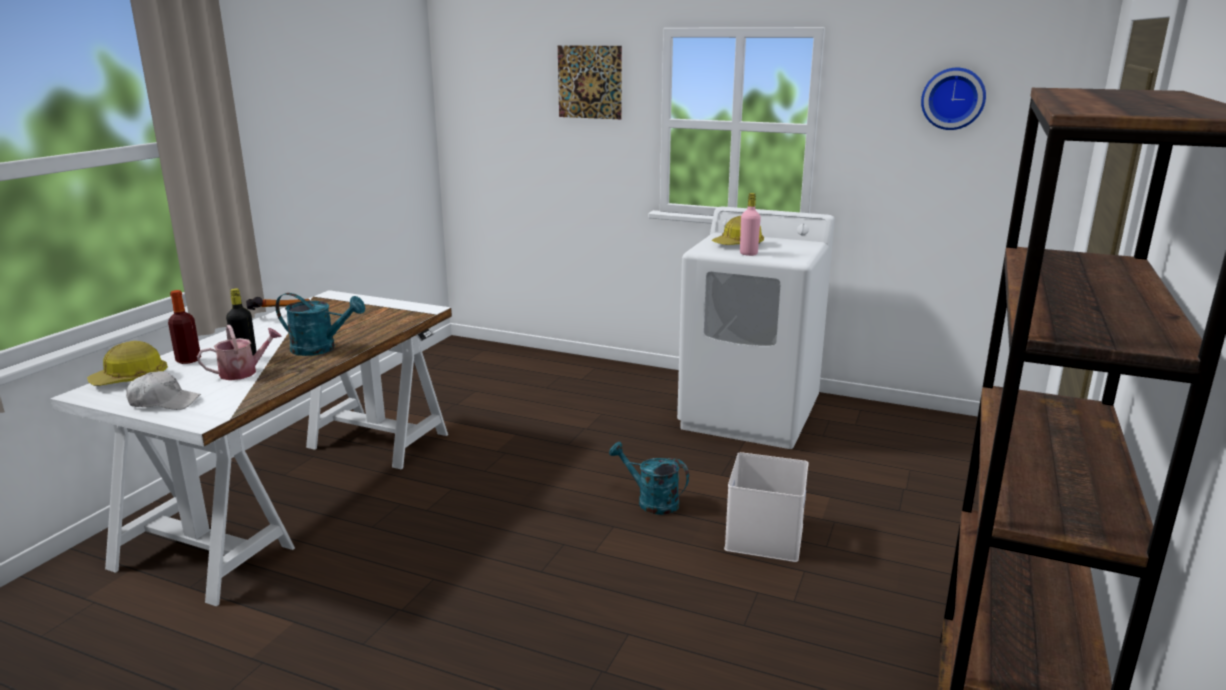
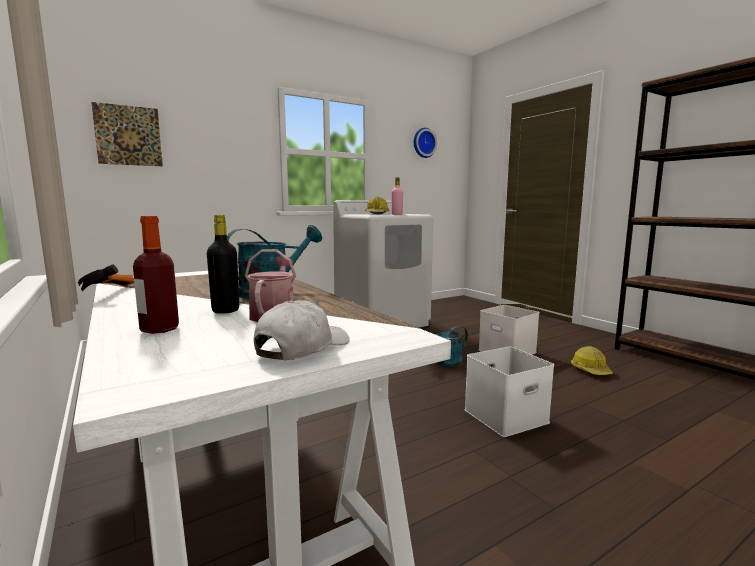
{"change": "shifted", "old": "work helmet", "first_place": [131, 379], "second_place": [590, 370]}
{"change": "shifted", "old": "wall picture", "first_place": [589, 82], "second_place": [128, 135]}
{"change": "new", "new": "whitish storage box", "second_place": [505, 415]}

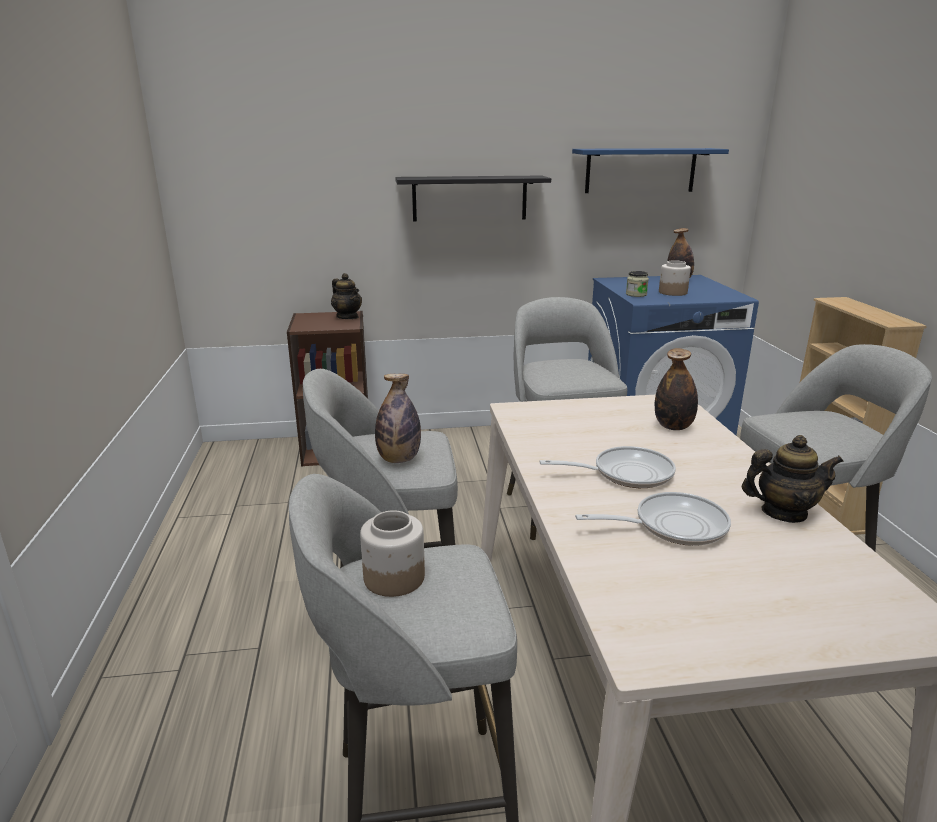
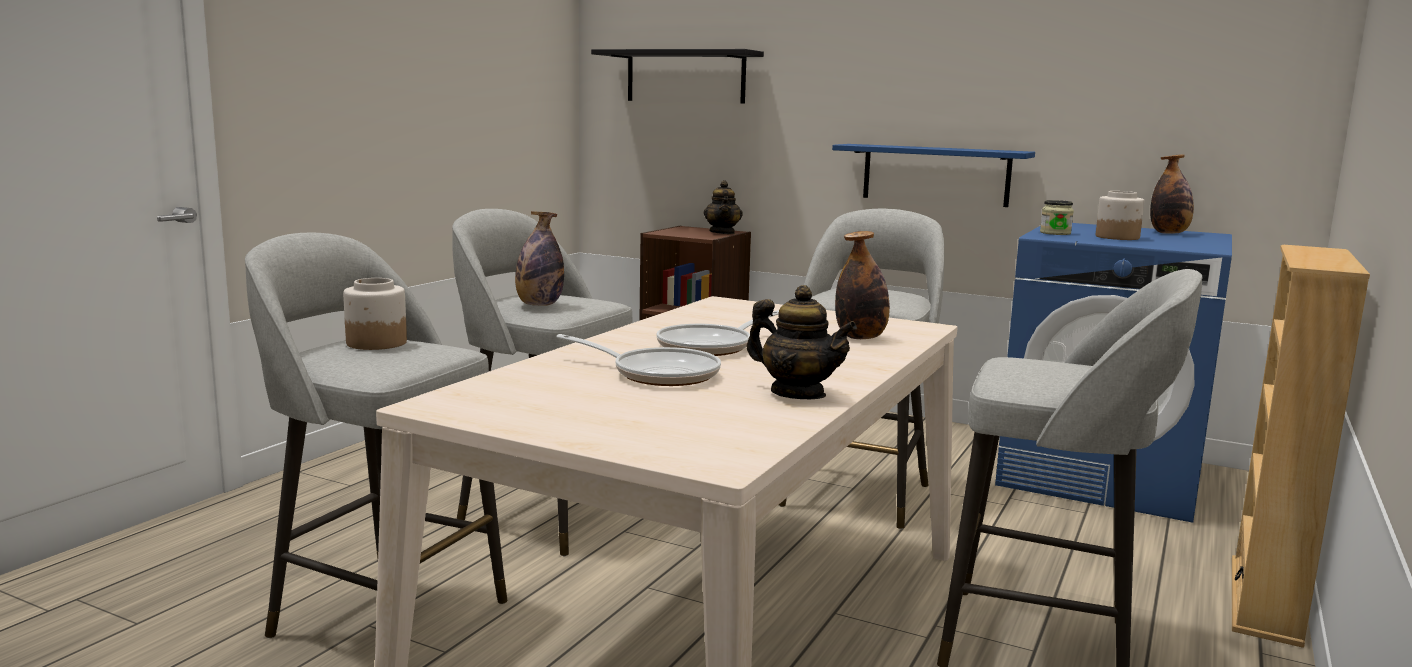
{"change": "shifted", "old": "blackish shelf", "first_place": [469, 198], "second_place": [685, 77]}
{"change": "rotated", "old": "frying pan", "first_place": [625, 474], "second_place": [711, 346], "degrees": 105}
{"change": "shifted", "old": "blue-coloured shelf", "first_place": [640, 170], "second_place": [935, 175]}

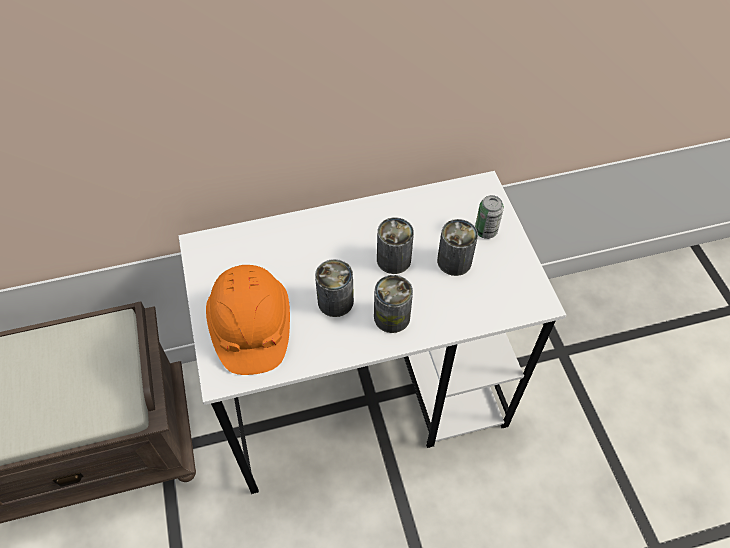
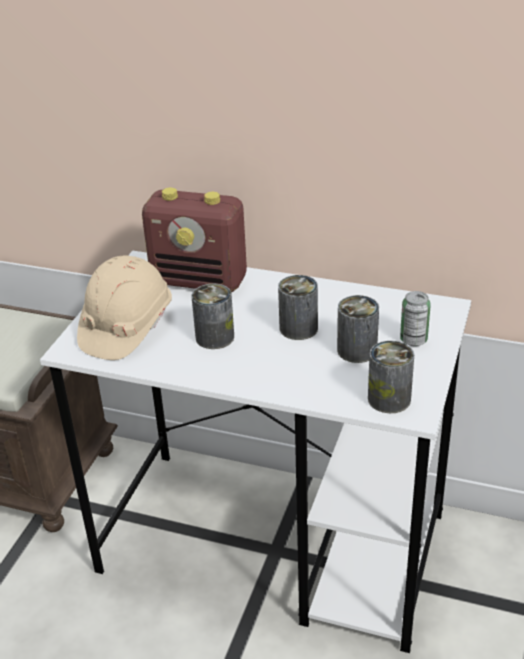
{"change": "repainted", "old": "orangey work helmet", "new": "beige-coloured work helmet", "first_place": [251, 328], "second_place": [126, 327]}
{"change": "shifted", "old": "can", "first_place": [392, 317], "second_place": [389, 399]}
{"change": "new", "new": "radio", "second_place": [200, 281]}

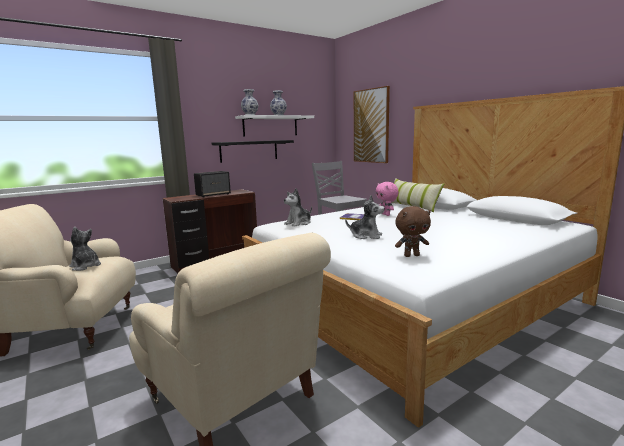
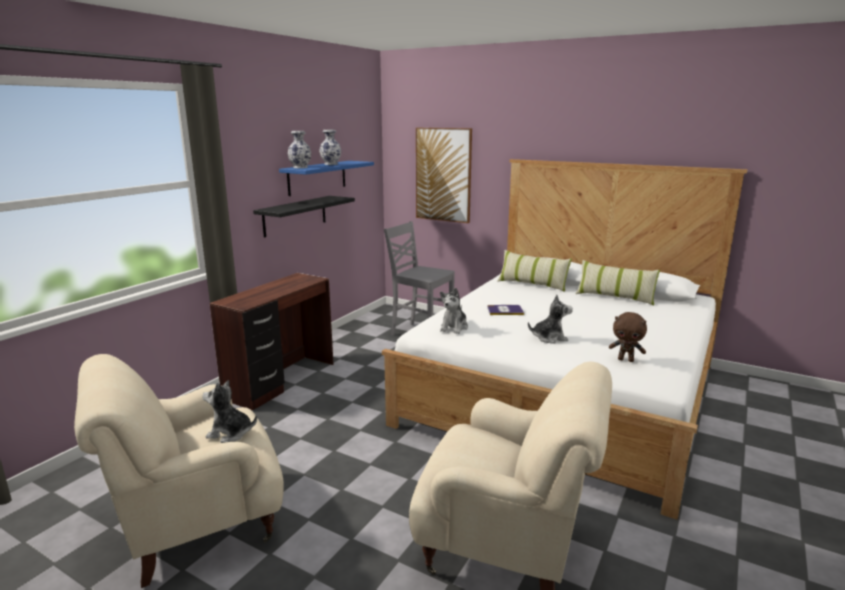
{"change": "gone", "old": "speaker", "first_place": [213, 195]}
{"change": "repainted", "old": "whitish shelf", "new": "blue-coloured shelf", "first_place": [270, 126], "second_place": [317, 177]}
{"change": "gone", "old": "pink-coloured cuddly toy", "first_place": [386, 215]}
{"change": "rotated", "old": "brown-coloured cuddly toy", "first_place": [411, 255], "second_place": [626, 360], "degrees": 60}
{"change": "new", "new": "pillow", "second_place": [615, 297]}

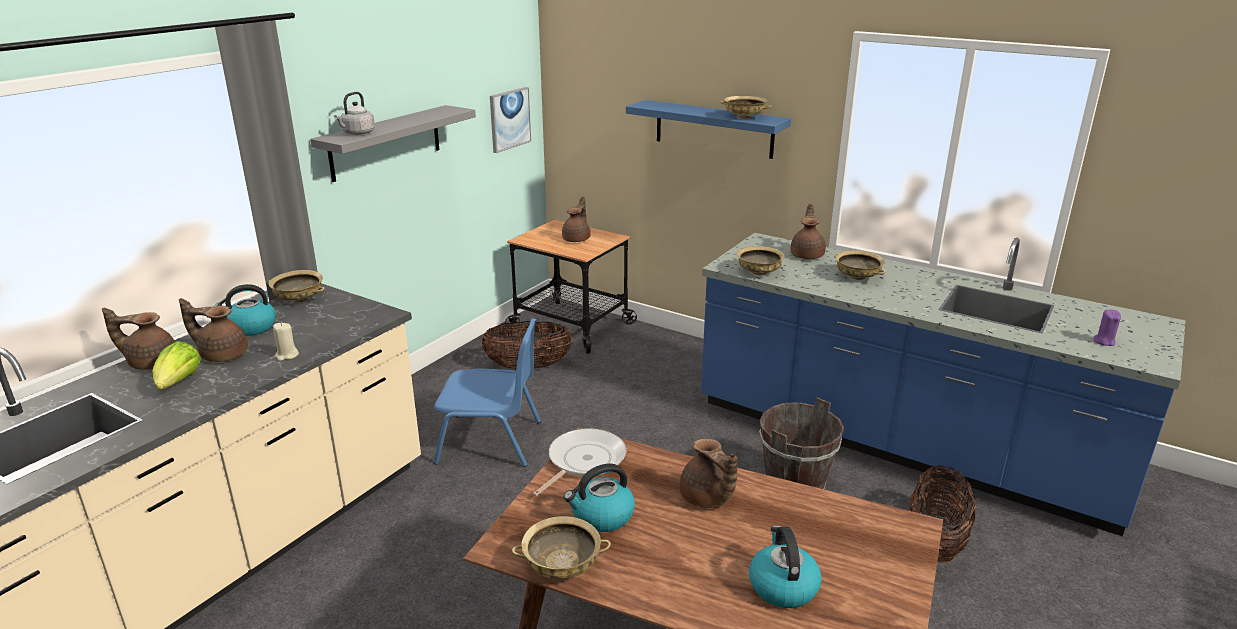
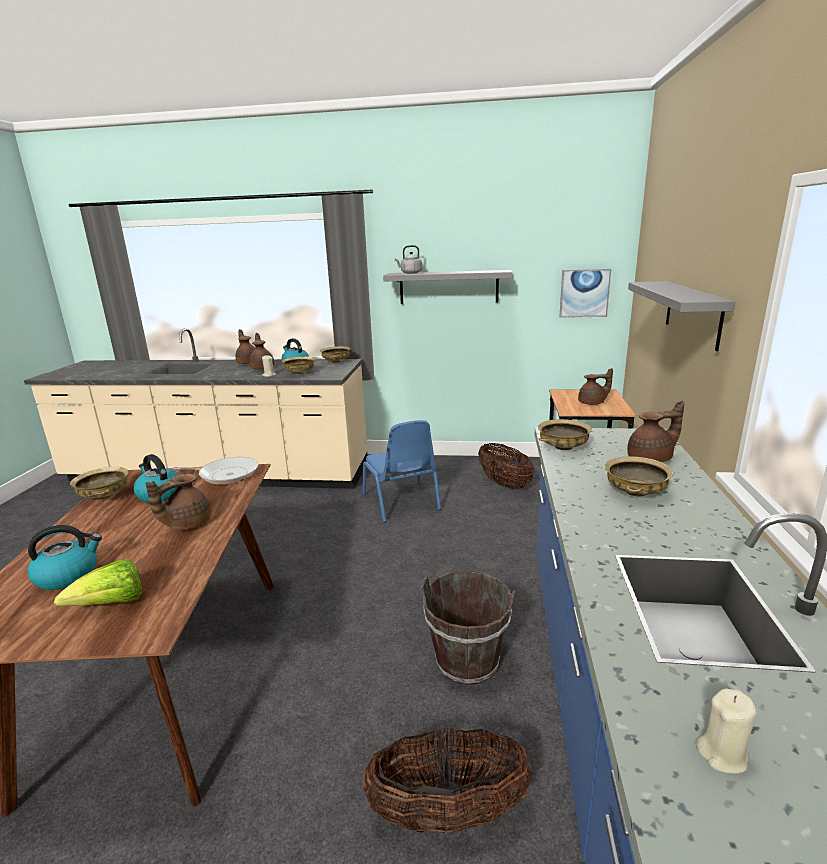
{"change": "shifted", "old": "lettuce", "first_place": [178, 383], "second_place": [111, 604]}
{"change": "repainted", "old": "blue-coloured shelf", "new": "greyish shelf", "first_place": [714, 129], "second_place": [692, 313]}
{"change": "shifted", "old": "beige-coloured bowl", "first_place": [744, 117], "second_place": [299, 373]}
{"change": "repainted", "old": "purplish wax light", "new": "beige-coloured wax light", "first_place": [1104, 341], "second_place": [722, 754]}

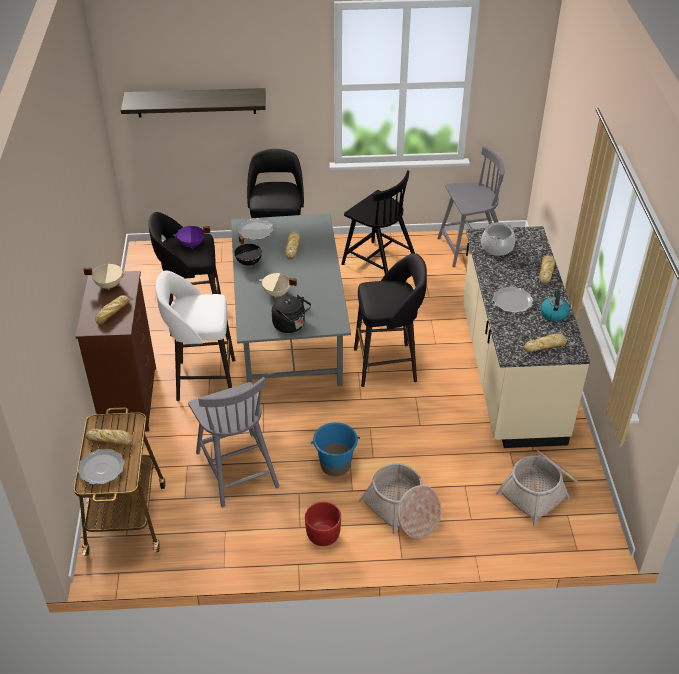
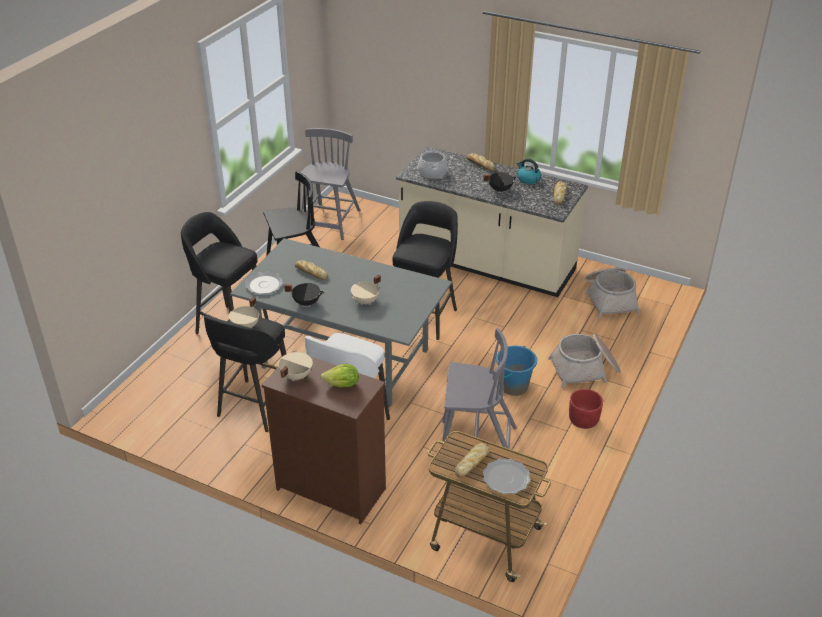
{"change": "swapped", "old": "bread", "new": "lettuce", "first_place": [112, 313], "second_place": [342, 385]}
{"change": "gone", "old": "shelf", "first_place": [196, 102]}
{"change": "repainted", "old": "purplish saucepot", "new": "beige-coloured saucepot", "first_place": [192, 245], "second_place": [246, 326]}
{"change": "gone", "old": "blackish tea kettle", "first_place": [291, 325]}
{"change": "swapped", "old": "plate", "new": "blackish saucepot", "first_place": [512, 301], "second_place": [500, 189]}

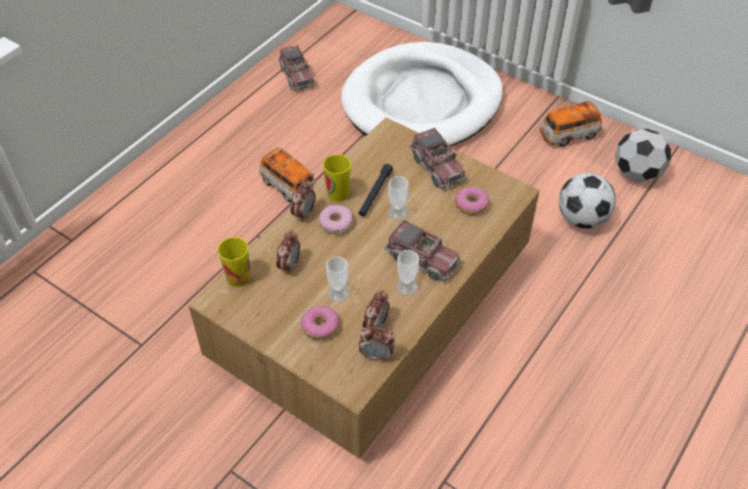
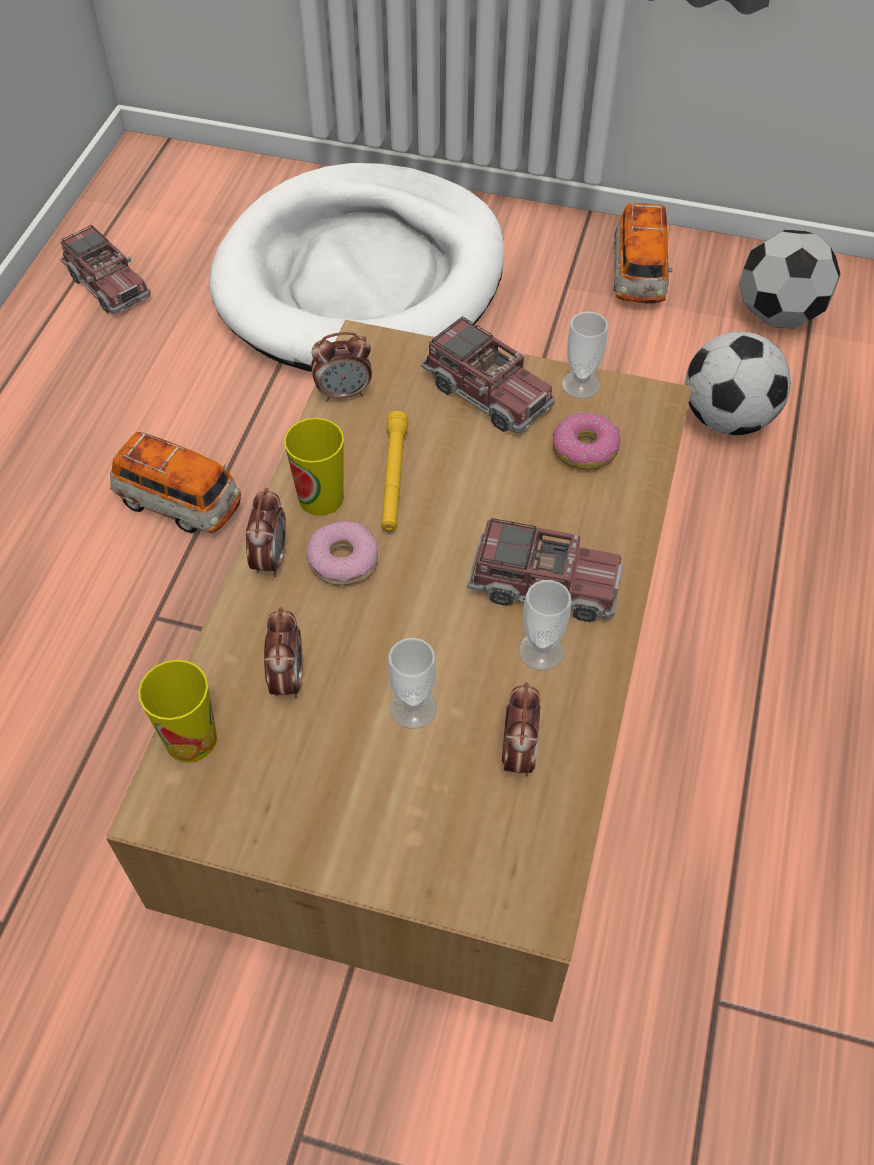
{"change": "gone", "old": "ring doughnut", "first_place": [320, 327]}
{"change": "repainted", "old": "blackish flashlight", "new": "yellow flashlight", "first_place": [375, 194], "second_place": [393, 478]}
{"change": "shifted", "old": "alarm clock", "first_place": [376, 355], "second_place": [344, 393]}
{"change": "shifted", "old": "drinking cup", "first_place": [397, 212], "second_place": [580, 384]}
{"change": "rotated", "old": "model car", "first_place": [568, 135], "second_place": [638, 275], "degrees": -45}

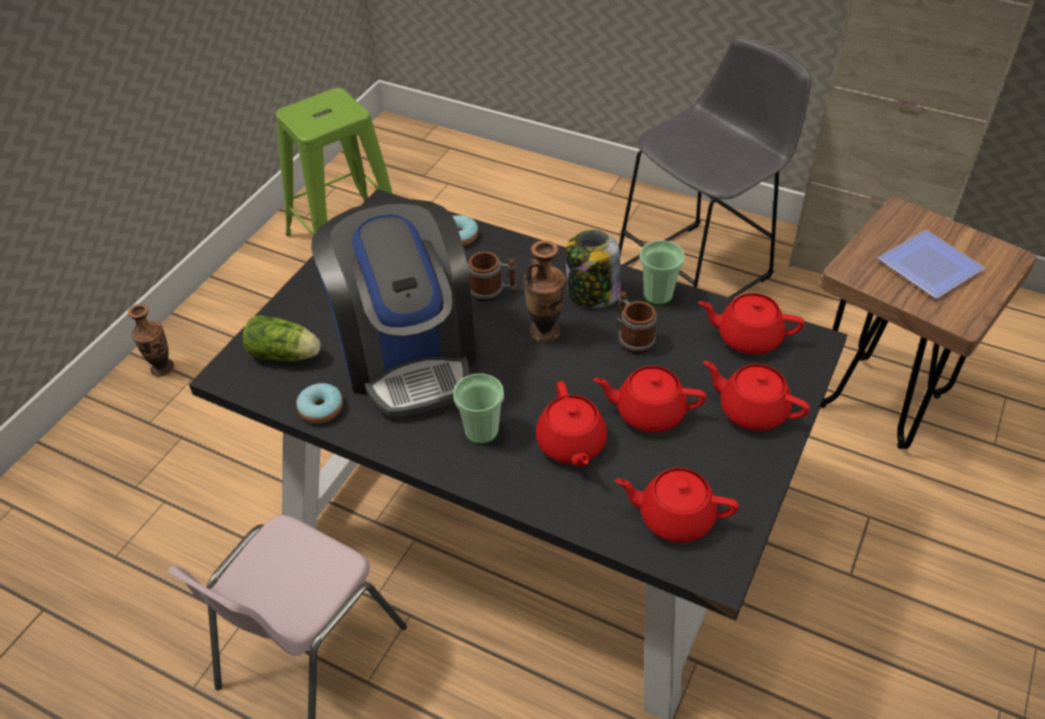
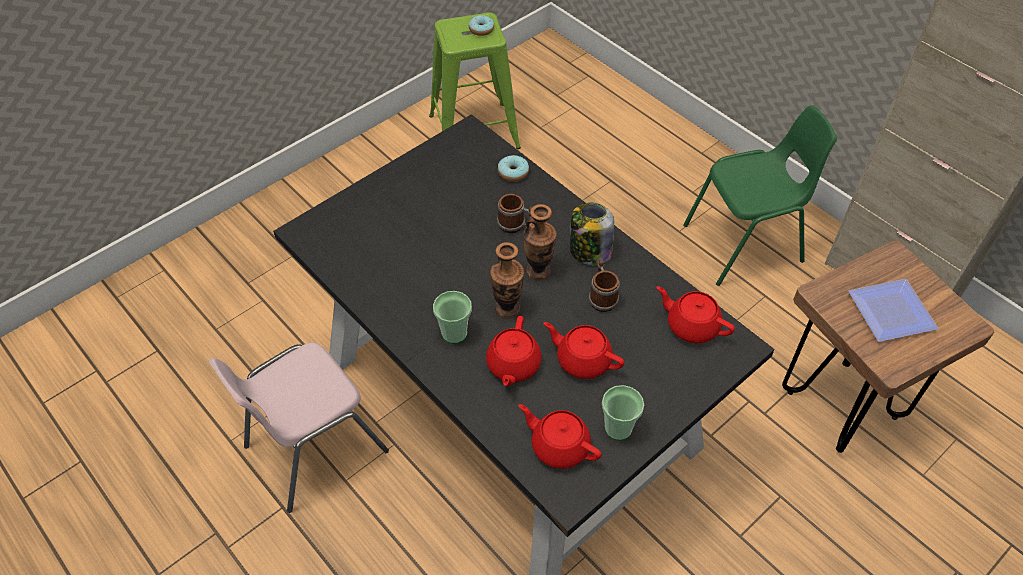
{"change": "shifted", "old": "vase", "first_place": [162, 368], "second_place": [507, 308]}
{"change": "gone", "old": "lettuce", "first_place": [286, 354]}
{"change": "shifted", "old": "ring doughnut", "first_place": [321, 409], "second_place": [481, 29]}
{"change": "gone", "old": "coffee brewer", "first_place": [407, 353]}
{"change": "swapped", "old": "greyish stool", "new": "greenish chair", "first_place": [699, 271], "second_place": [745, 244]}
{"change": "shifted", "old": "drinking cup", "first_place": [658, 294], "second_place": [618, 428]}
{"change": "gone", "old": "red tea pot", "first_place": [751, 410]}

